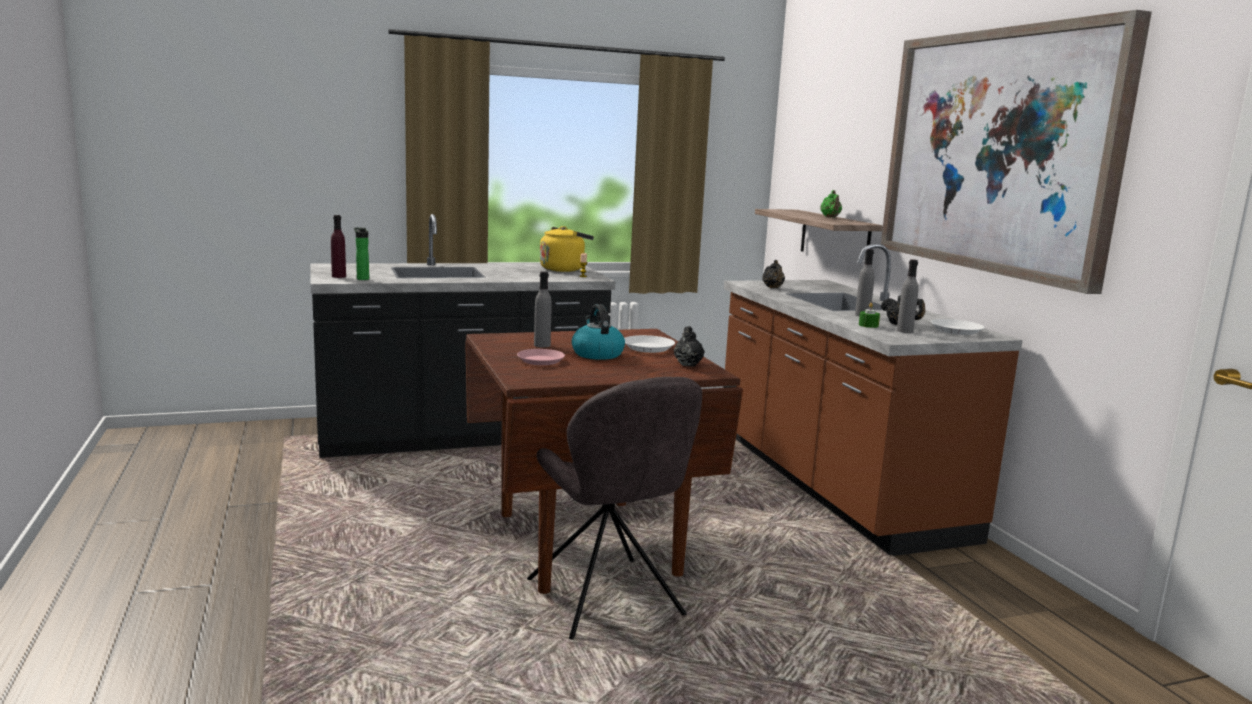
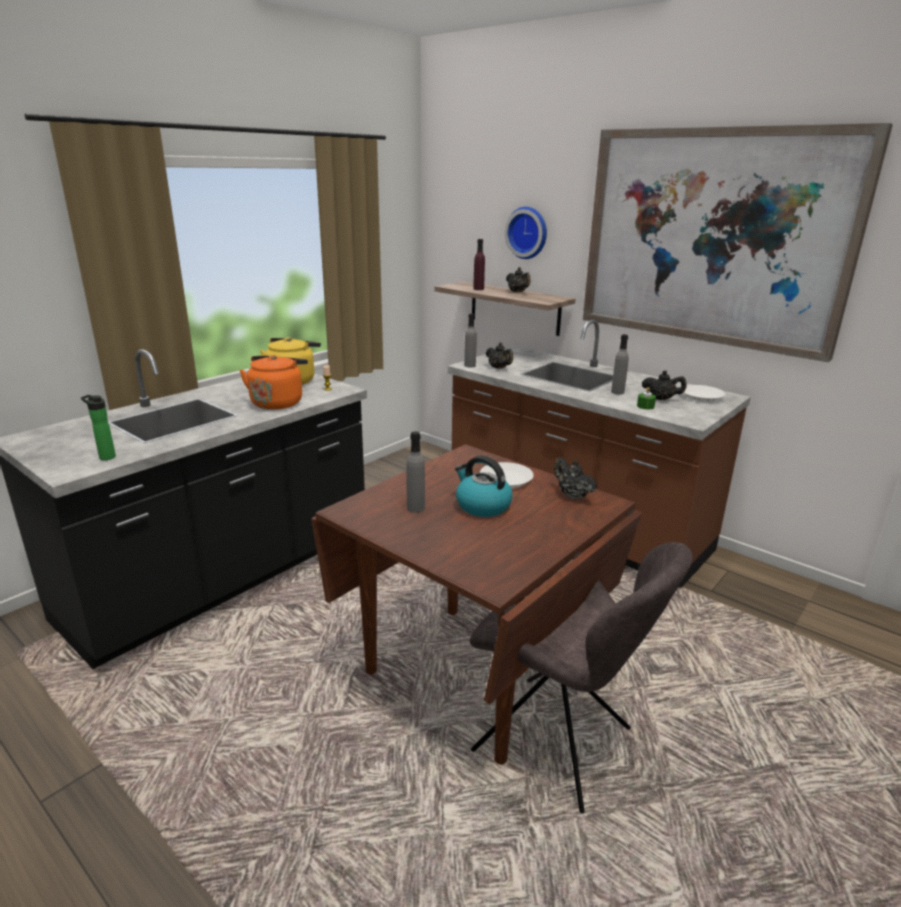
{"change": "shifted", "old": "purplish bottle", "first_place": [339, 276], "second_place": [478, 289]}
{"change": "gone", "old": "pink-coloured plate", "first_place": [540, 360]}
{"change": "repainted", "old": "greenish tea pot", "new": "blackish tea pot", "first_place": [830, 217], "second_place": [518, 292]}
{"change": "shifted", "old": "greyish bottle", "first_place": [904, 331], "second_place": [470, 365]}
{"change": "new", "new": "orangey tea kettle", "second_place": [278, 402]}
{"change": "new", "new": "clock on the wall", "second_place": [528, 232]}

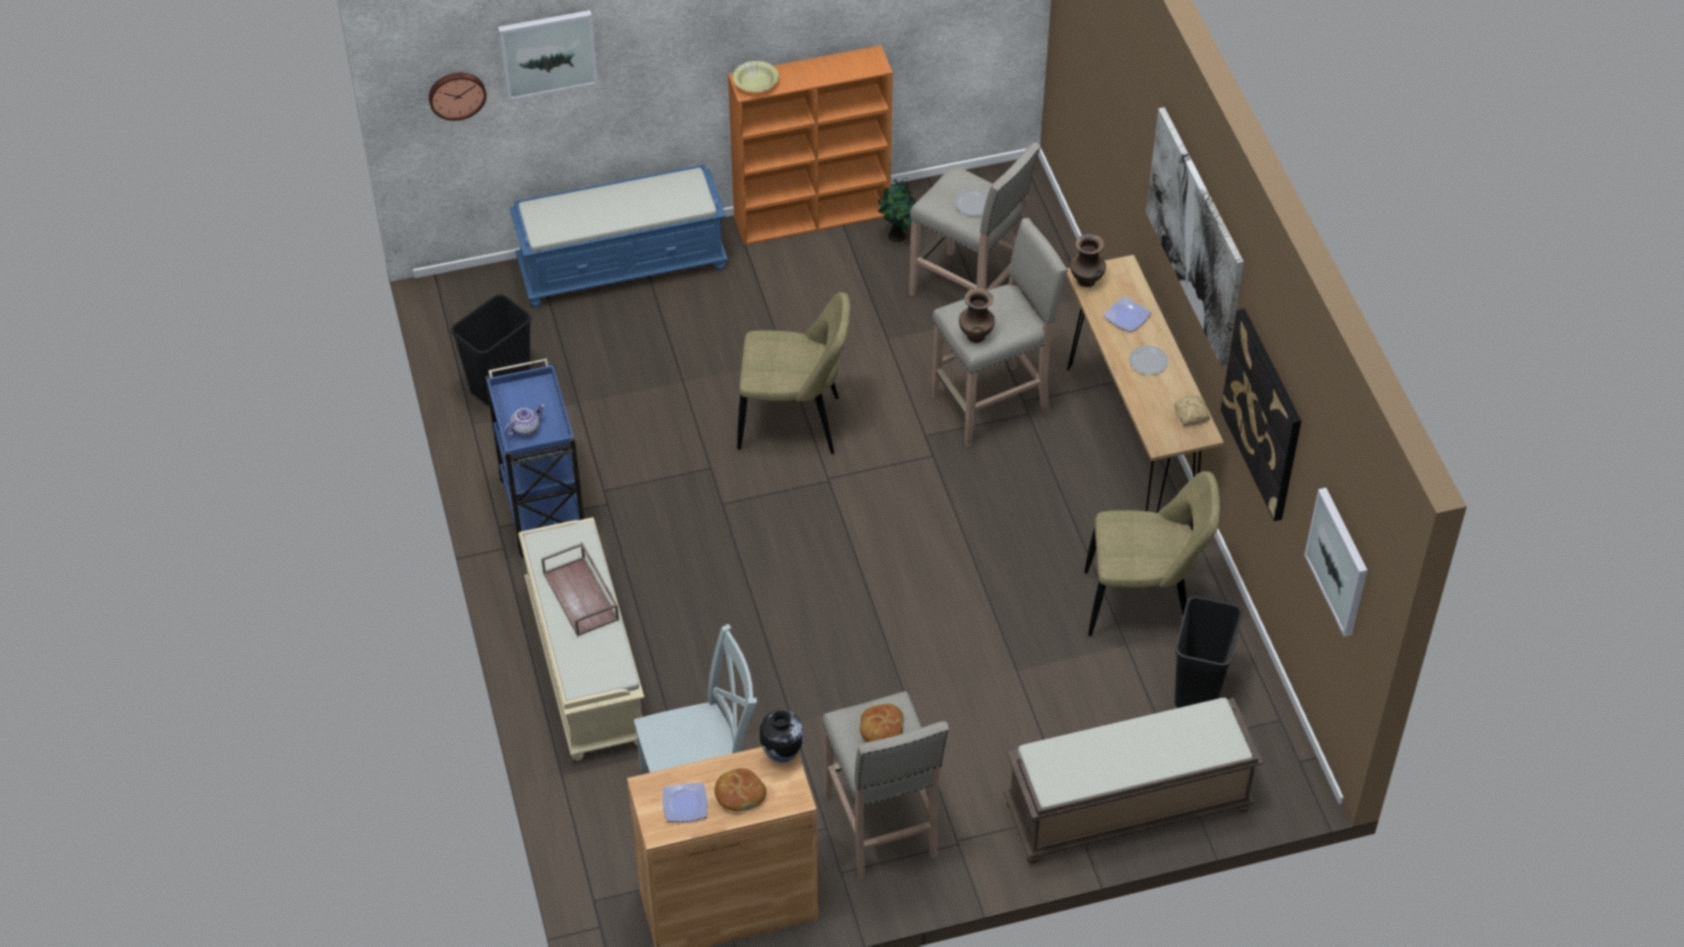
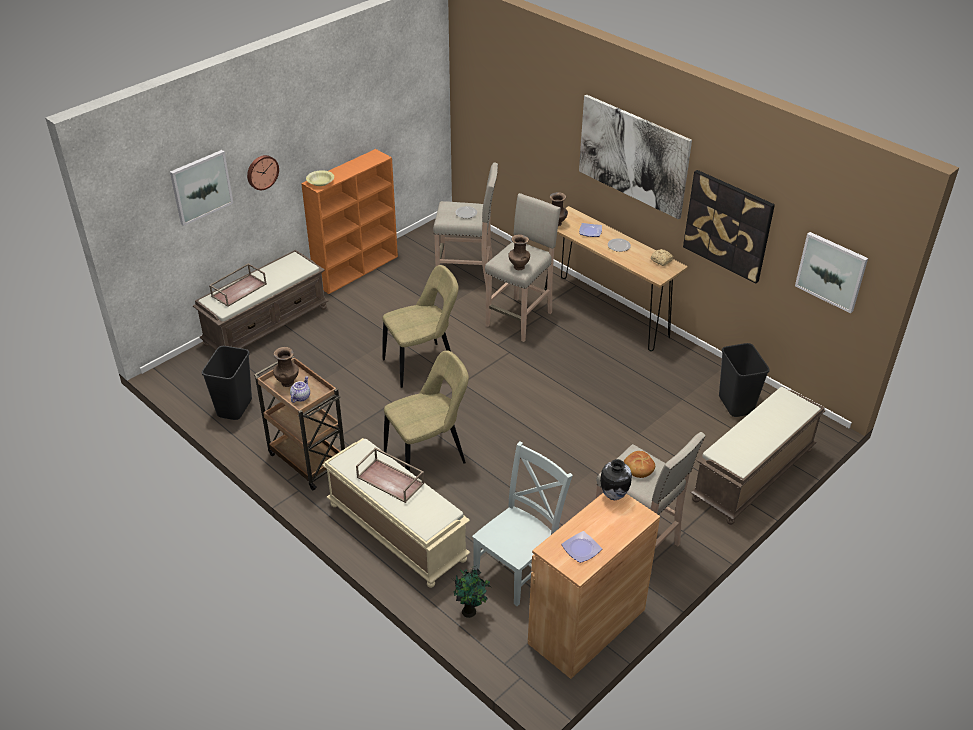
{"change": "shifted", "old": "clock on the wall", "first_place": [456, 94], "second_place": [262, 172]}
{"change": "repainted", "old": "blue-coloured trolley", "new": "brown-coloured trolley", "first_place": [542, 507], "second_place": [307, 459]}
{"change": "repainted", "old": "blue-coloured indoor bench", "new": "brown-coloured indoor bench", "first_place": [623, 264], "second_place": [266, 325]}
{"change": "gone", "old": "bread", "first_place": [739, 794]}
{"change": "shifted", "old": "plant in a pot", "first_place": [898, 236], "second_place": [470, 611]}
{"change": "shifted", "old": "beige-coloured chair", "first_place": [1143, 604], "second_place": [428, 457]}
{"change": "new", "new": "brown-coloured serving tray", "second_place": [239, 289]}
{"change": "new", "new": "brown-coloured vase", "second_place": [287, 382]}

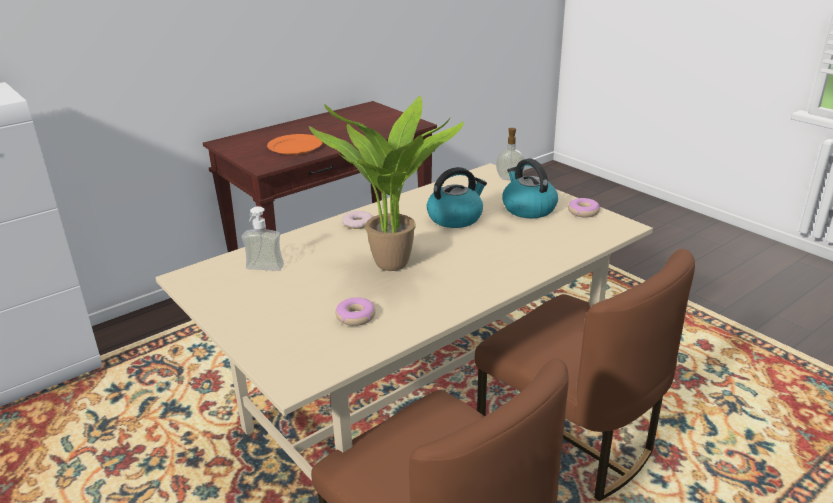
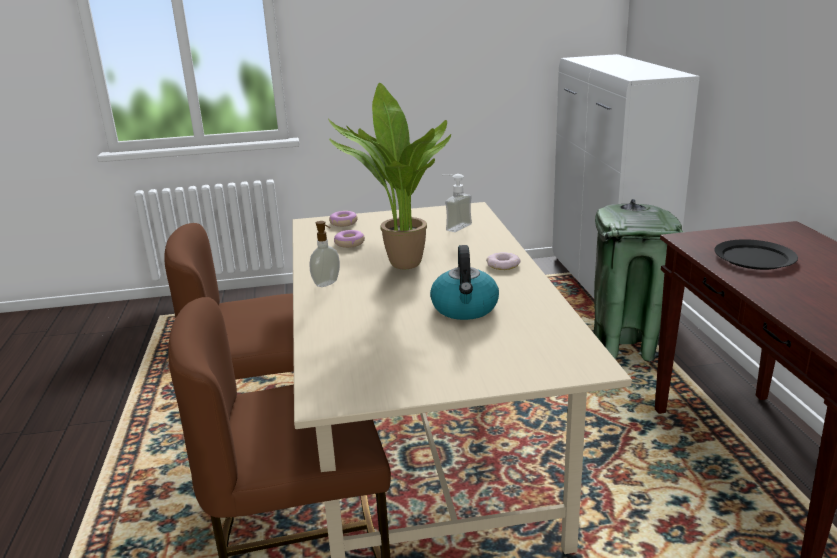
{"change": "repainted", "old": "orangey plate", "new": "blackish plate", "first_place": [295, 147], "second_place": [753, 258]}
{"change": "shifted", "old": "soap dispenser", "first_place": [510, 178], "second_place": [327, 283]}
{"change": "gone", "old": "tea kettle", "first_place": [528, 208]}
{"change": "shifted", "old": "ring doughnut", "first_place": [583, 212], "second_place": [343, 223]}
{"change": "new", "new": "greenish trash can", "second_place": [625, 354]}

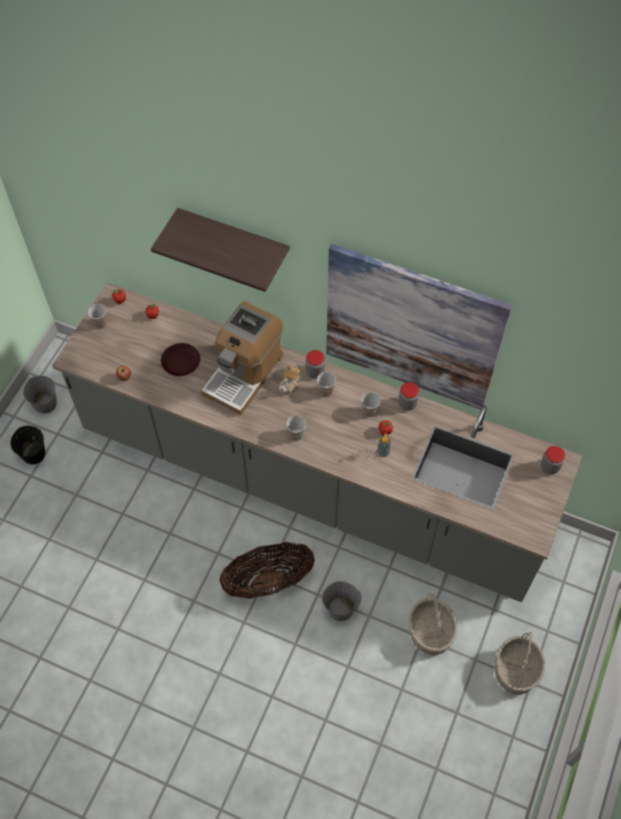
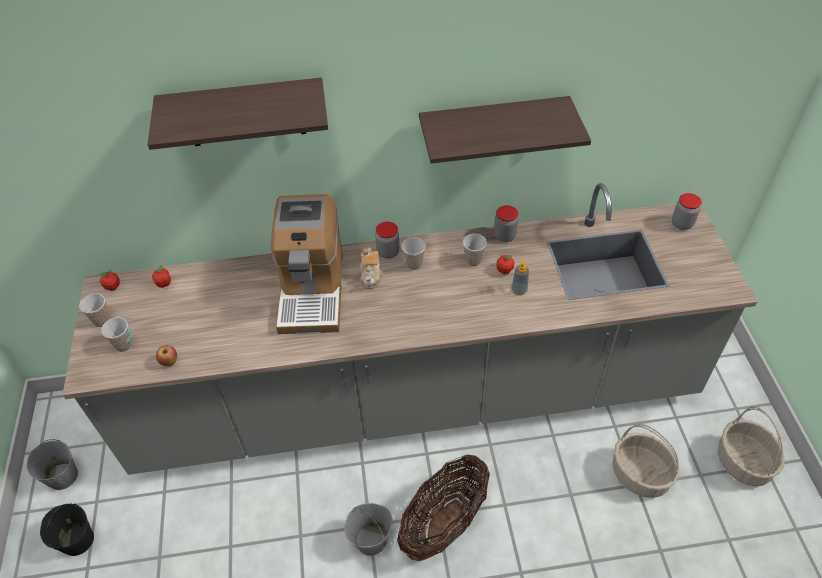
{"change": "gone", "old": "brown-coloured plate", "first_place": [180, 362]}
{"change": "shifted", "old": "drinking cup", "first_place": [296, 434], "second_place": [124, 345]}
{"change": "shifted", "old": "greyish bucket", "first_place": [341, 609], "second_place": [371, 539]}
{"change": "swapped", "old": "wall picture", "new": "shelf", "first_place": [412, 328], "second_place": [493, 128]}

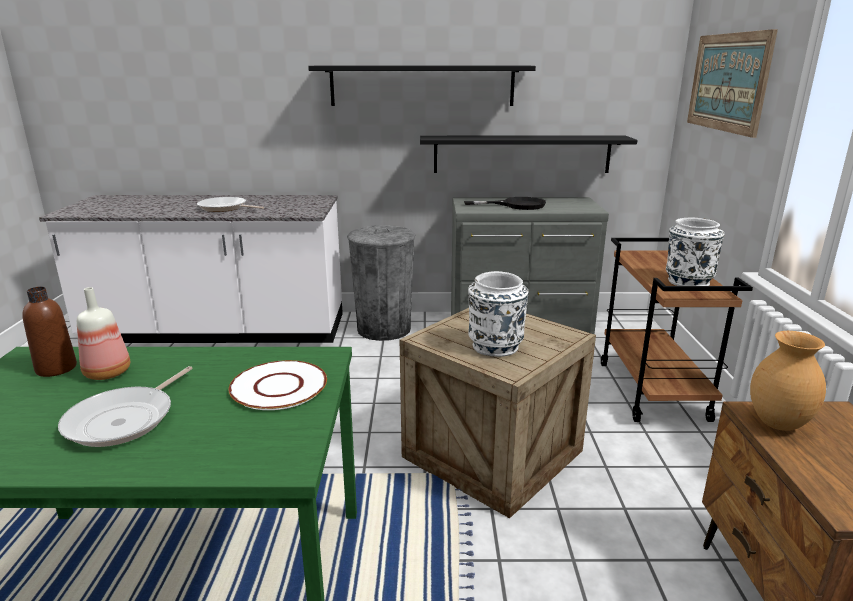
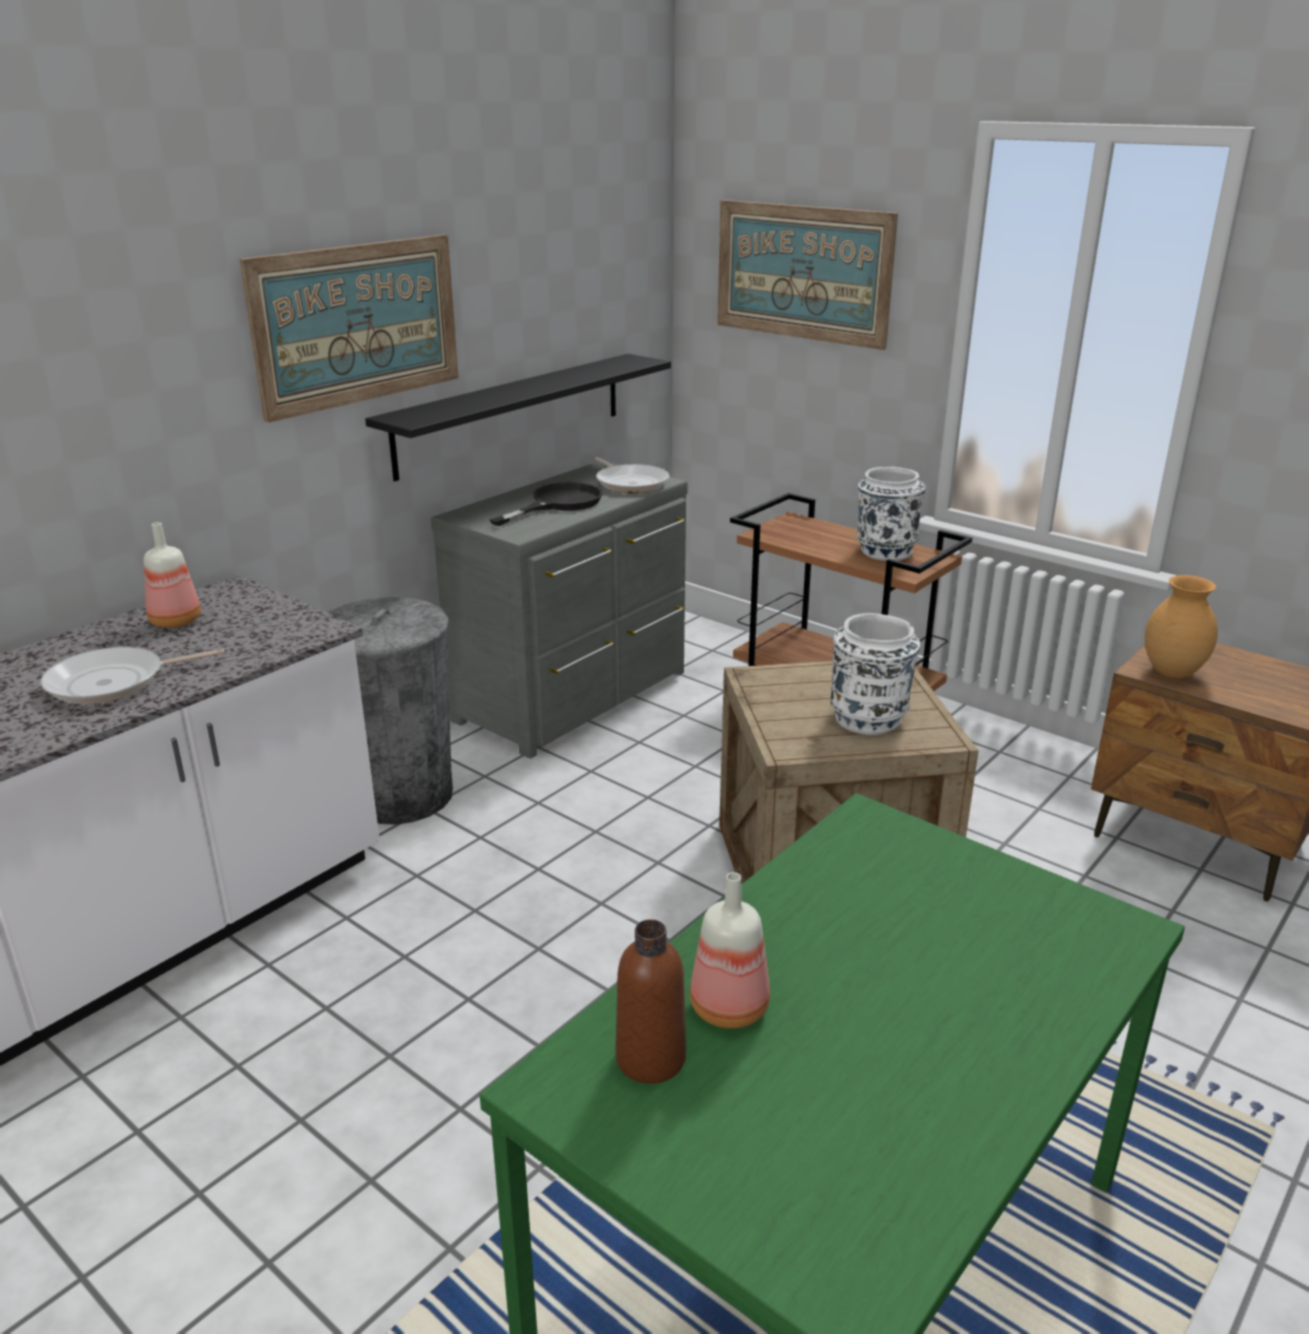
{"change": "shifted", "old": "frying pan", "first_place": [125, 420], "second_place": [630, 483]}
{"change": "gone", "old": "whitish plate", "first_place": [278, 387]}
{"change": "swapped", "old": "blackish shelf", "new": "wall picture", "first_place": [422, 85], "second_place": [357, 324]}
{"change": "new", "new": "bottle", "second_place": [176, 622]}

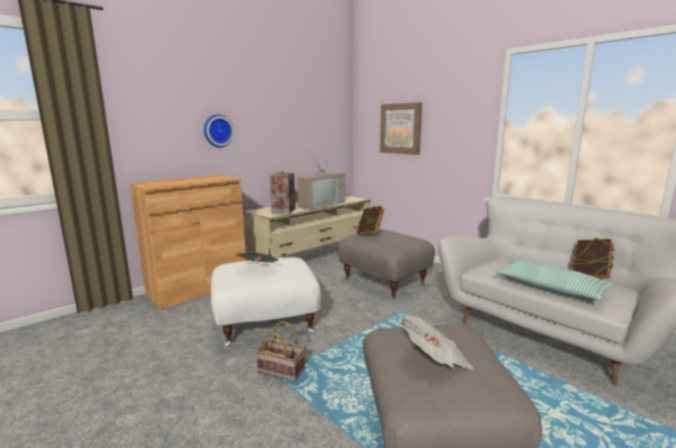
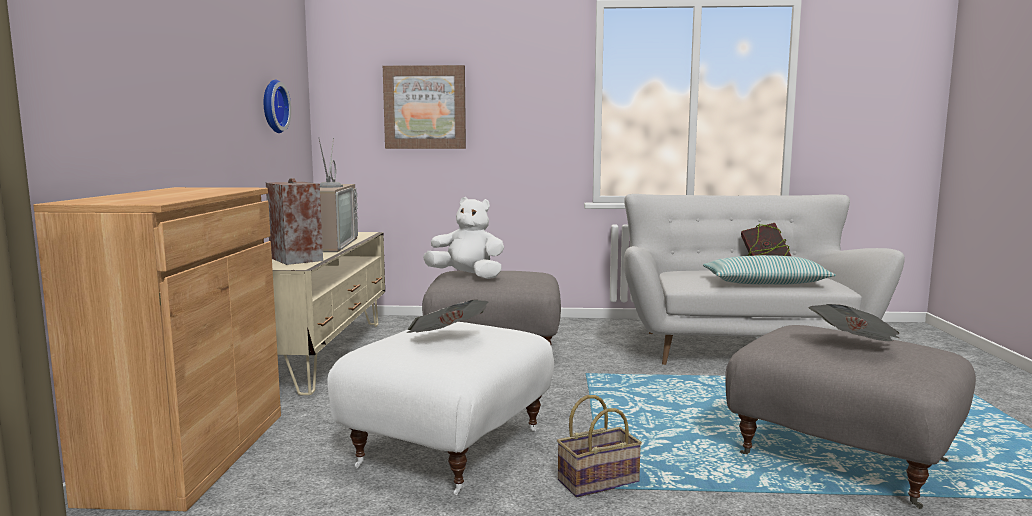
{"change": "shifted", "old": "clock on the wall", "first_place": [218, 131], "second_place": [272, 106]}
{"change": "swapped", "old": "bound book", "new": "whitish cuddly toy", "first_place": [370, 234], "second_place": [467, 276]}

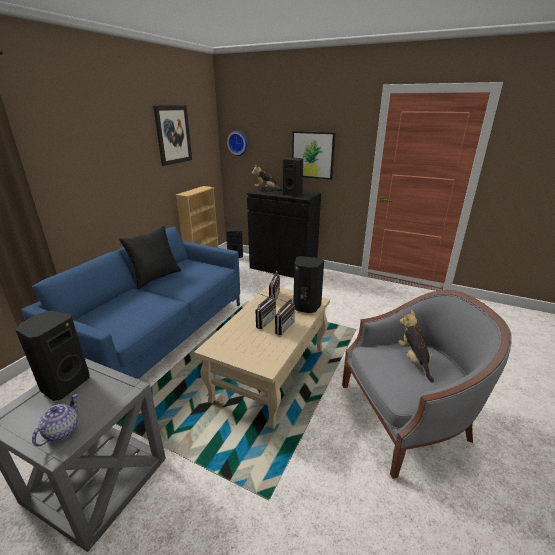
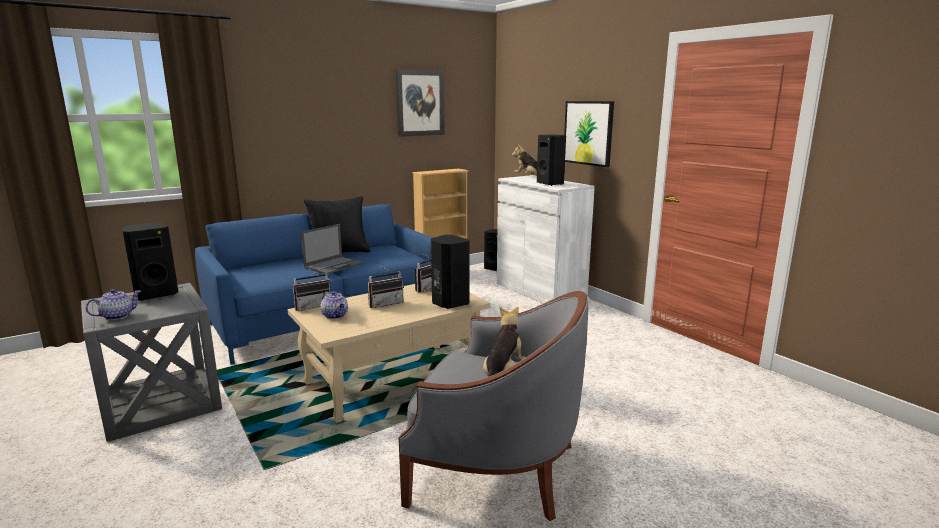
{"change": "gone", "old": "clock on the wall", "first_place": [238, 143]}
{"change": "repainted", "old": "blackish cupboard", "new": "whitish cupboard", "first_place": [283, 268], "second_place": [540, 291]}
{"change": "shifted", "old": "radio", "first_place": [281, 326], "second_place": [312, 306]}
{"change": "new", "new": "notebook computer", "second_place": [334, 265]}
{"change": "new", "new": "tea pot", "second_place": [335, 315]}

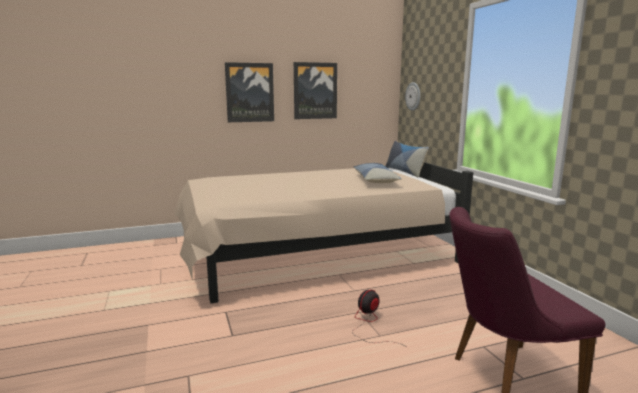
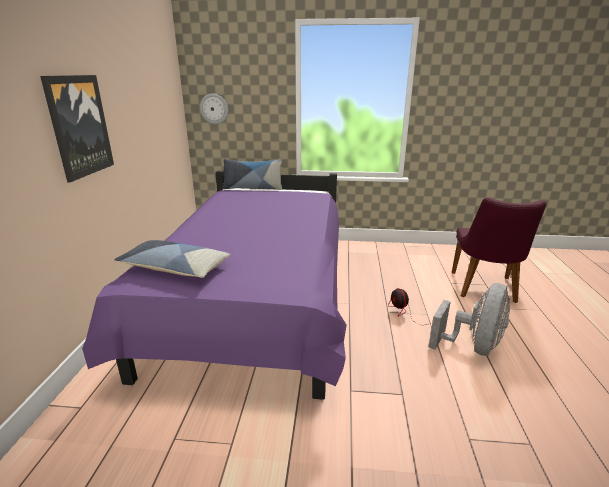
{"change": "repainted", "old": "beige-coloured bedroom bed", "new": "purplish bedroom bed", "first_place": [314, 255], "second_place": [255, 302]}
{"change": "gone", "old": "wall picture", "first_place": [315, 91]}
{"change": "shifted", "old": "pillow", "first_place": [375, 180], "second_place": [175, 268]}
{"change": "new", "new": "greyish electric fan", "second_place": [473, 346]}

